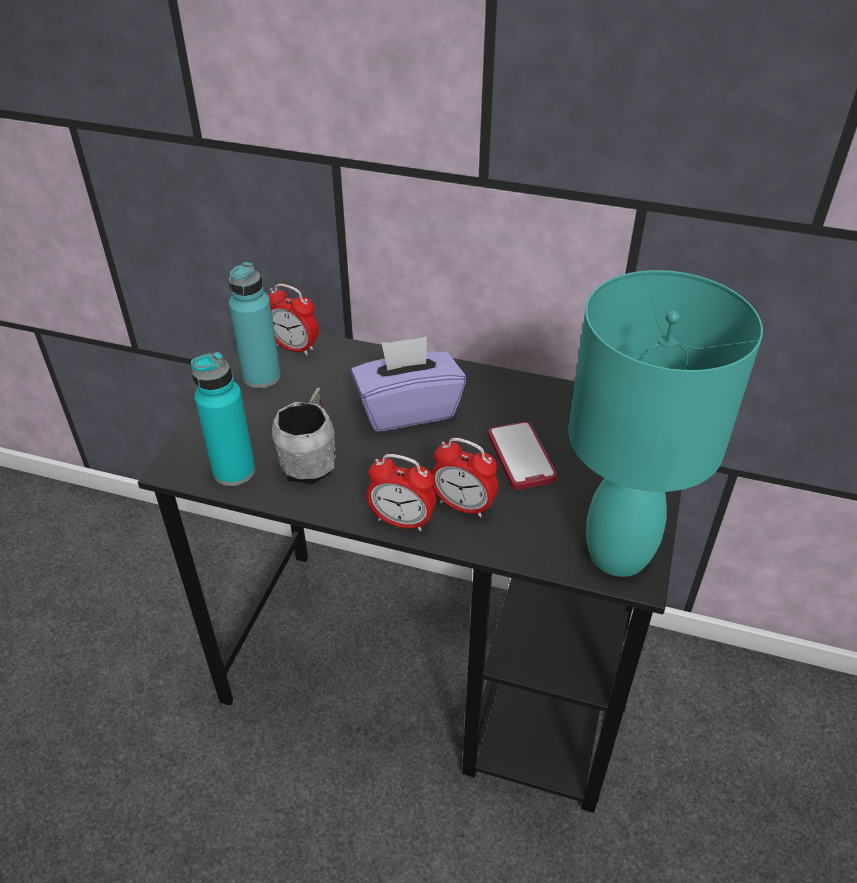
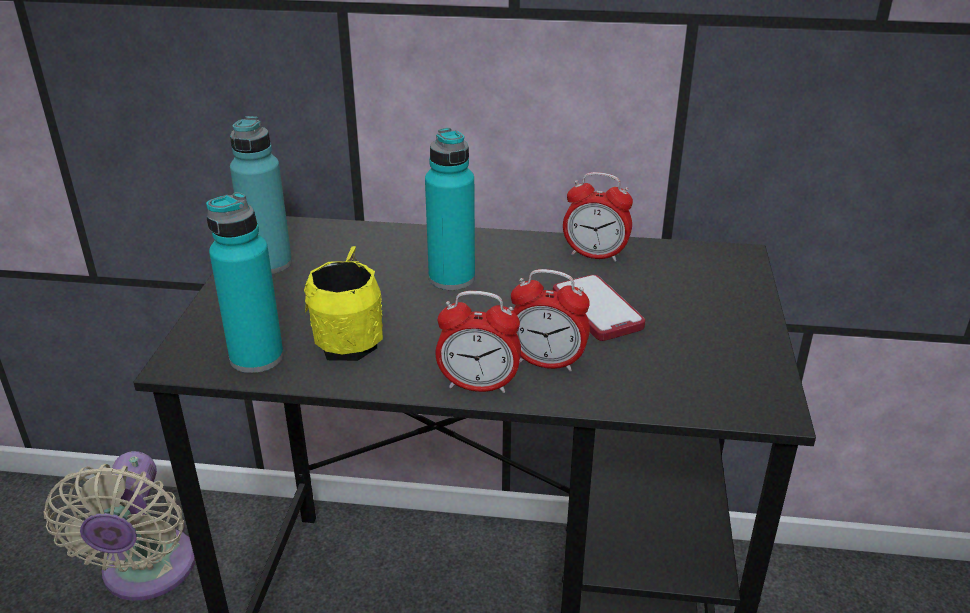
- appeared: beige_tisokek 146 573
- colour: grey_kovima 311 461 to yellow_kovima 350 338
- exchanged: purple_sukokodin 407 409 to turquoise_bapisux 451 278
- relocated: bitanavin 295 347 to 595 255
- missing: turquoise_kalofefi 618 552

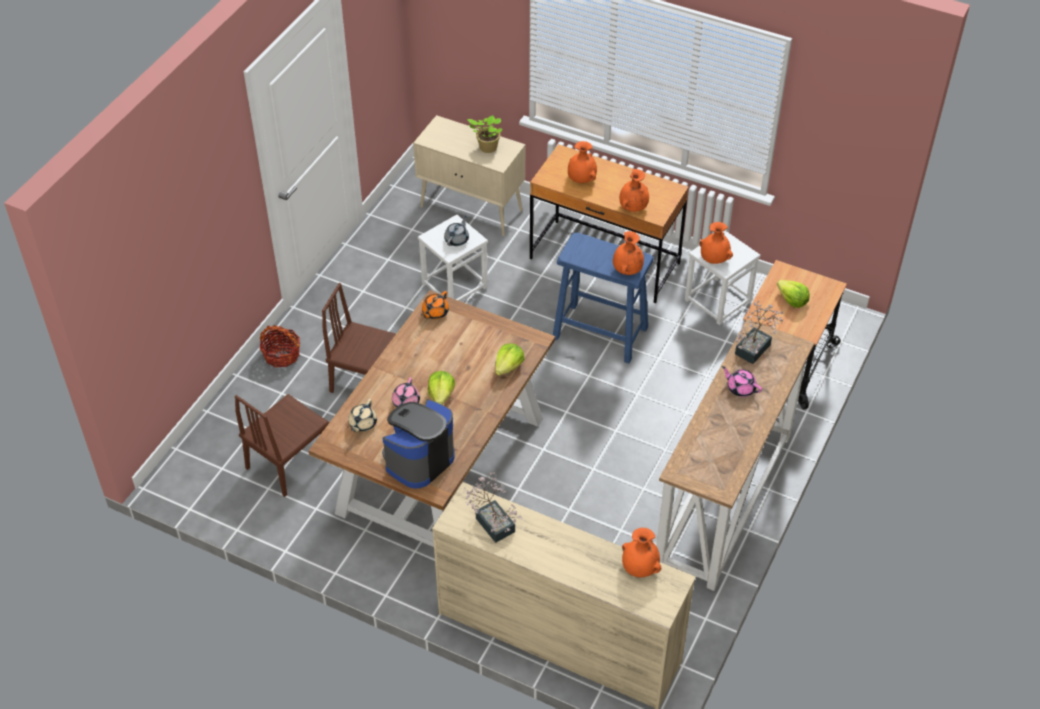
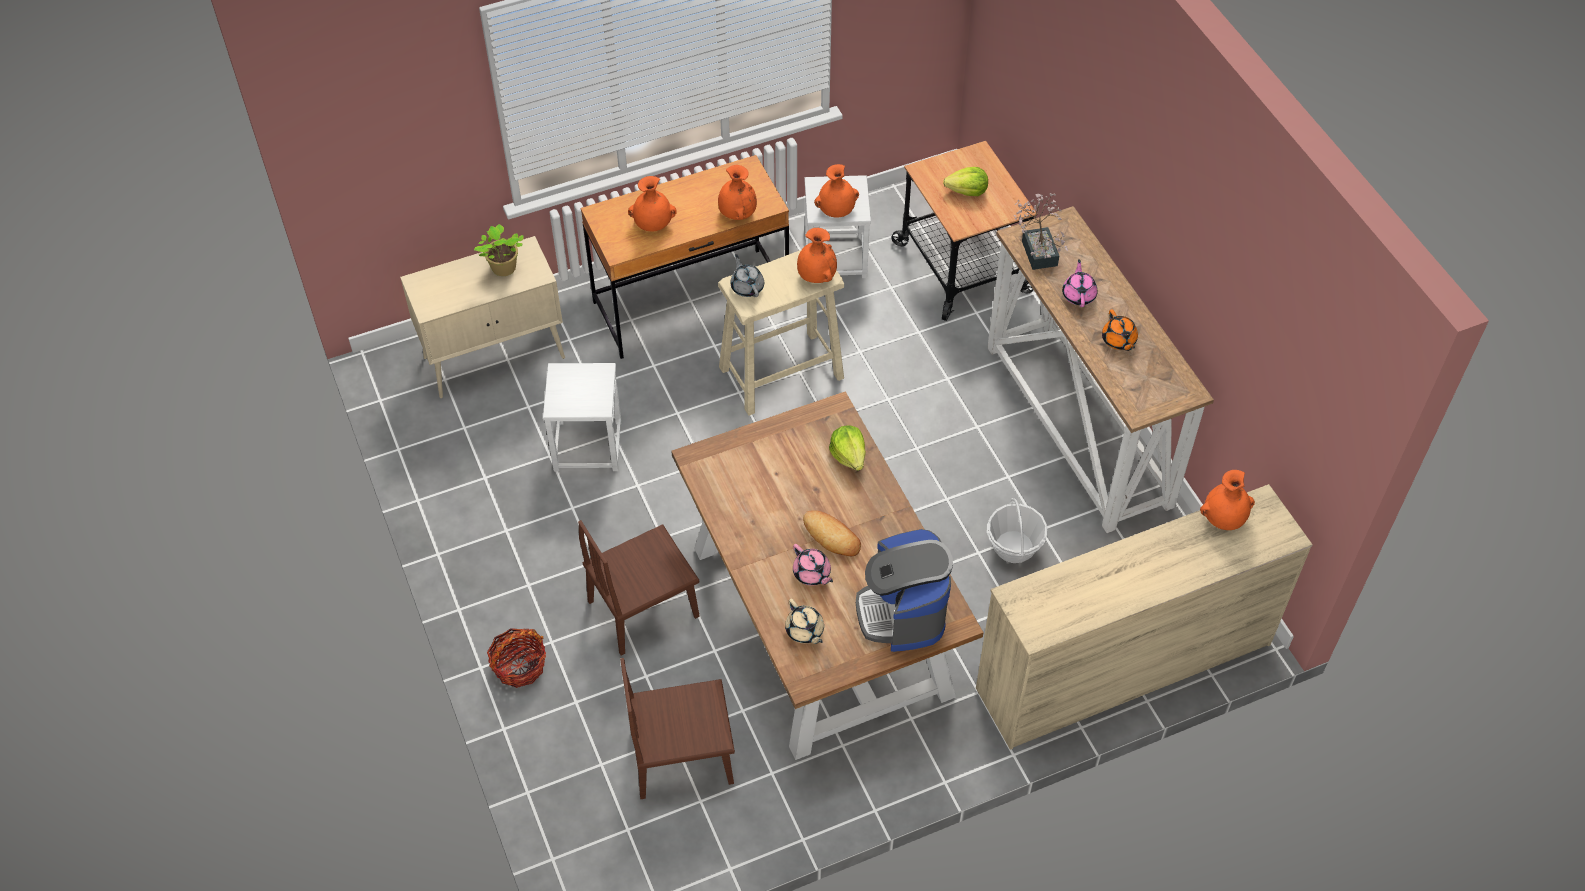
- spun: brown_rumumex 289 461 = 682 757 90 degrees clockwise
- colour: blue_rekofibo 599 332 to beige_rekofibo 780 373
- relocated: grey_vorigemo 457 239 to 747 287
- exchanged: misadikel 441 395 to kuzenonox 831 536
- appeared: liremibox 1014 547
- spun: pink_vorigemo 740 388 = 1078 295 105 degrees clockwise
- relocated: orange_vorigemo 435 312 to 1118 340
- missing: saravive 493 521

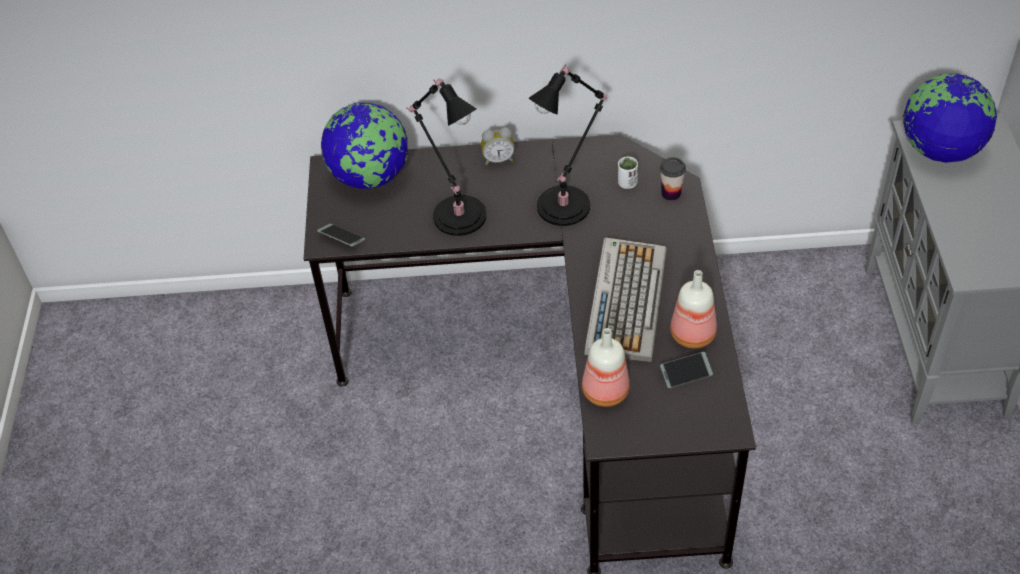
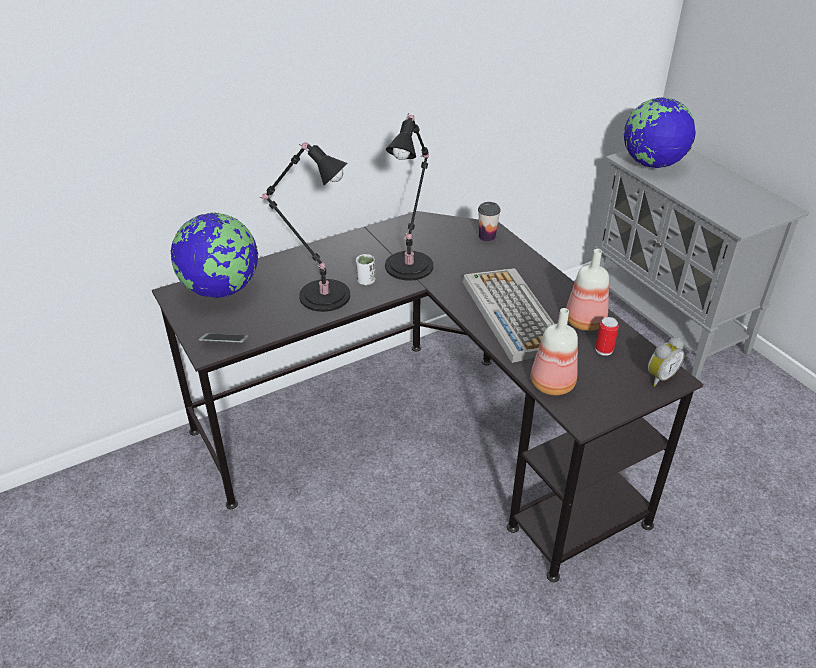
- relocated: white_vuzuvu 627 183 to 366 281
- exchanged: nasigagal 686 373 to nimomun 604 349
- relocated: bitanavin 498 159 to 659 377

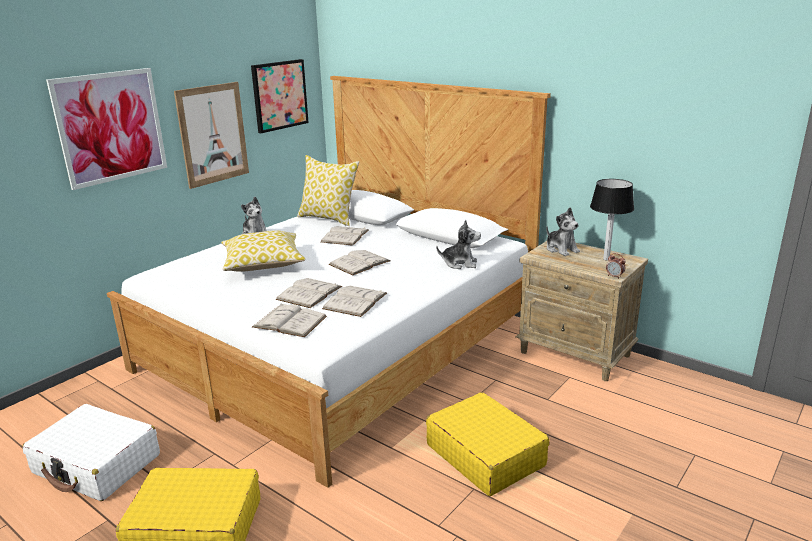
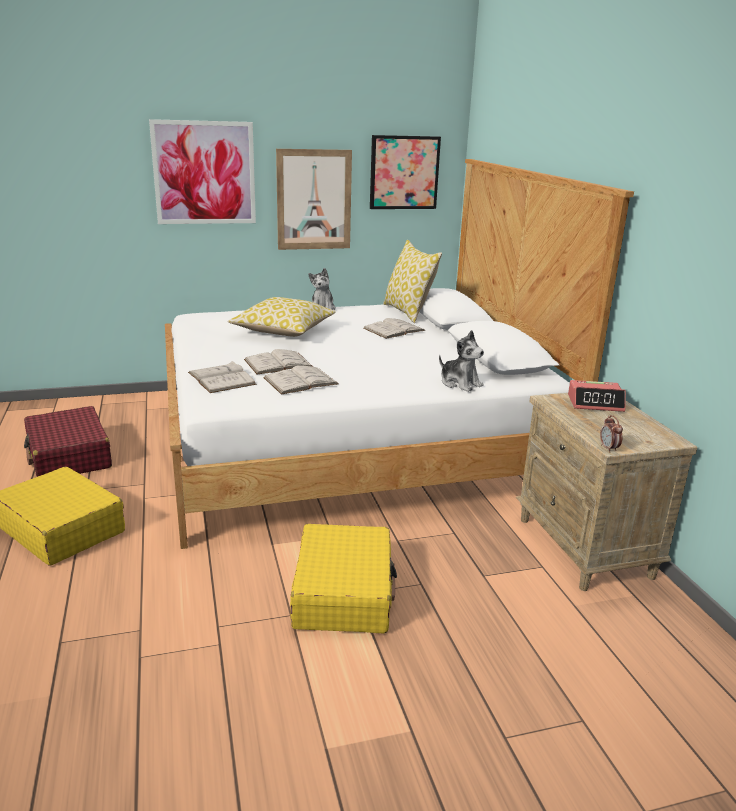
- colour: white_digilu 97 464 to red_digilu 69 456
- exchanged: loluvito 561 249 to bitanavin 595 403
- missing: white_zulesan 360 263
- missing: kalofefi 606 259

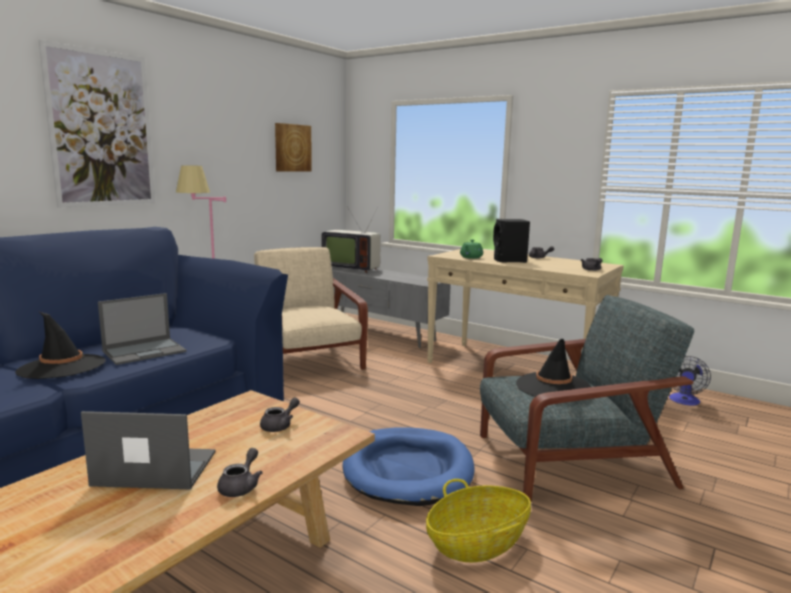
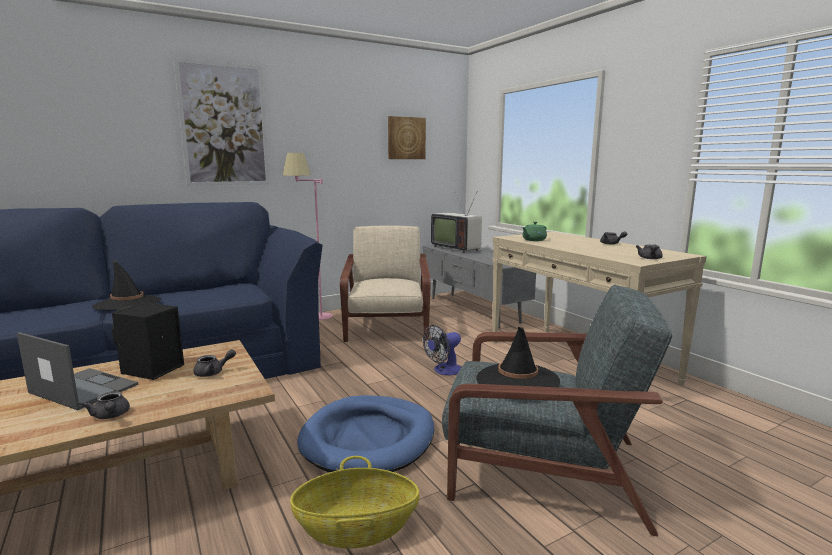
- spun: grey_vorigemo 241 486 = 111 416 105 degrees clockwise
- relocated: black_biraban 509 260 to 151 370
- relocated: tisokek 684 401 to 444 371
- missing: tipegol 145 351

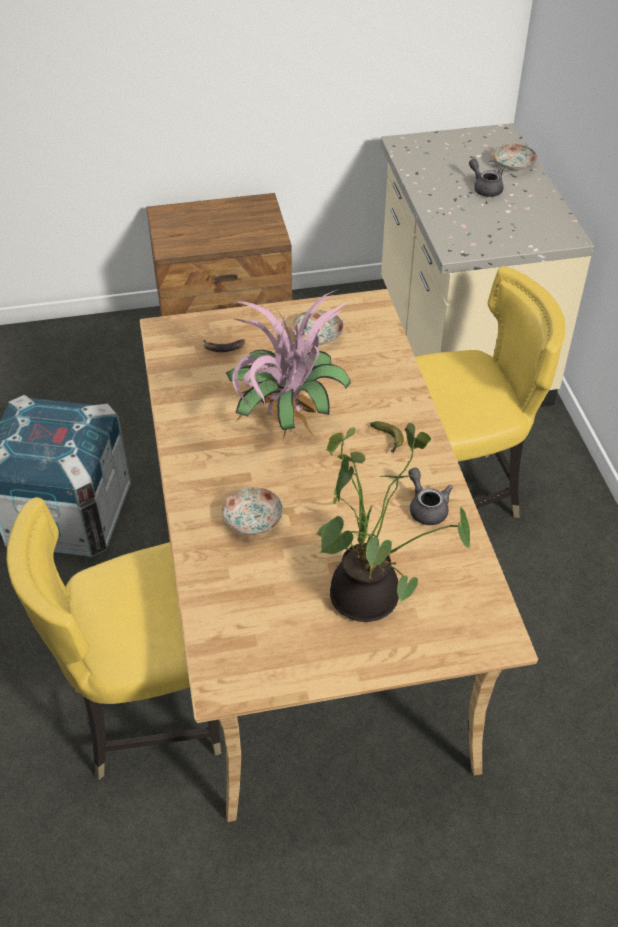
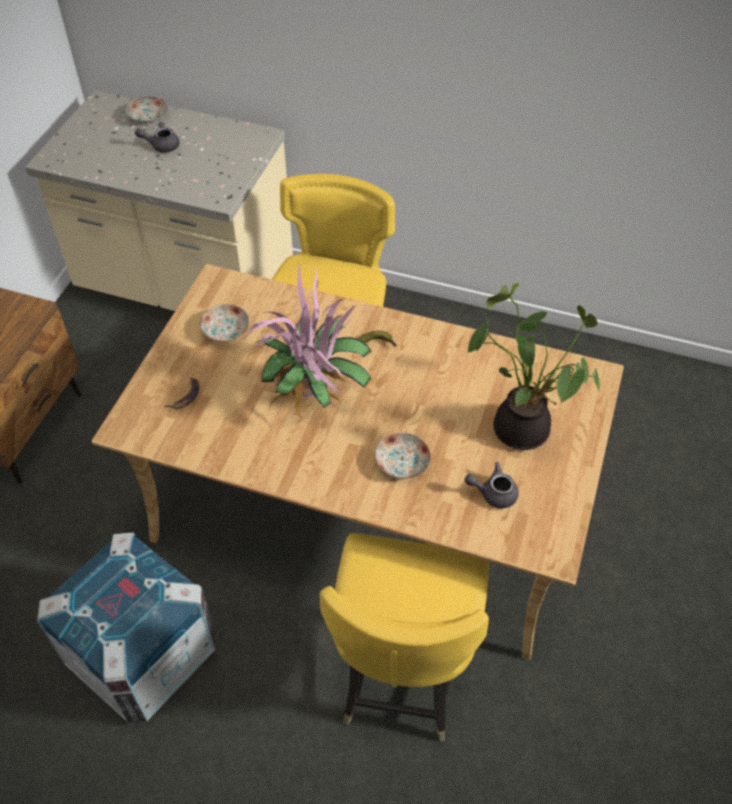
- relocated: grey_vorigemo 426 507 to 493 493

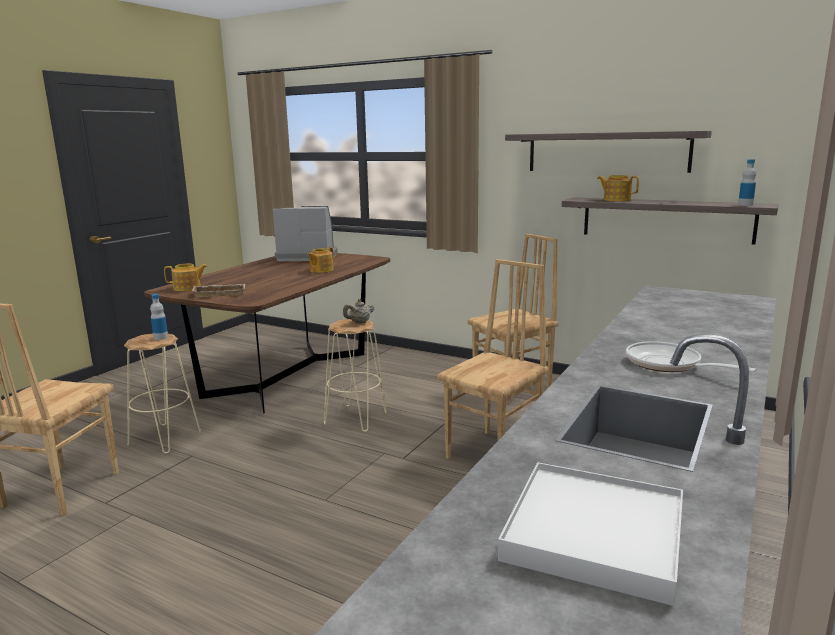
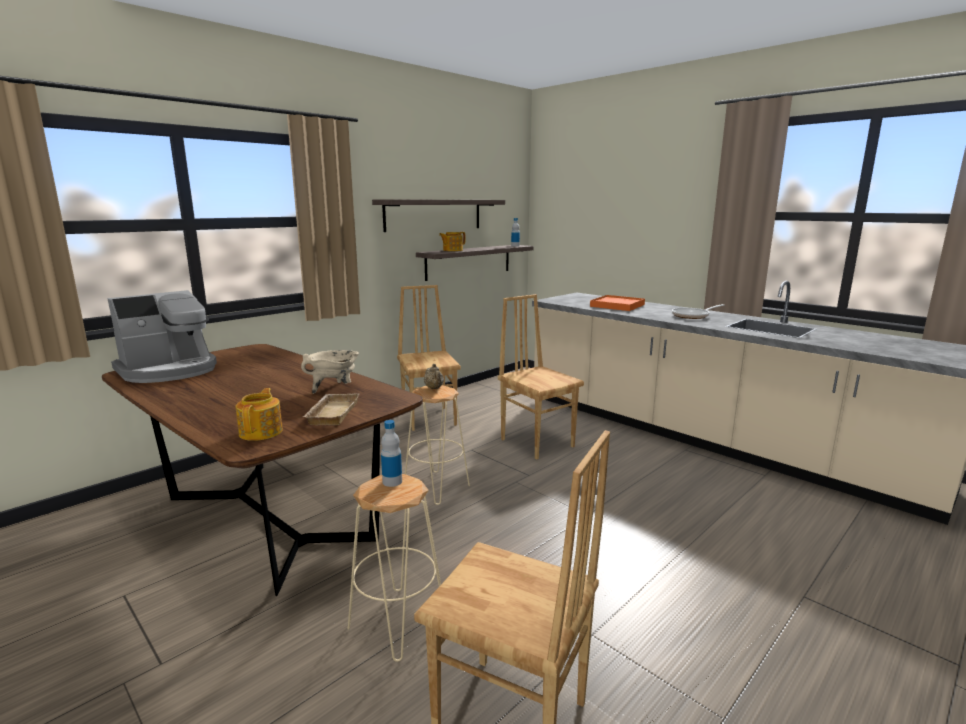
- spun: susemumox 307 256 = 169 370 150 degrees counterclockwise
- appeared: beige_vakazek 334 389
- appeared: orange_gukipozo 617 305
- missing: vorigemo 321 270
- missing: white_gukipozo 594 533

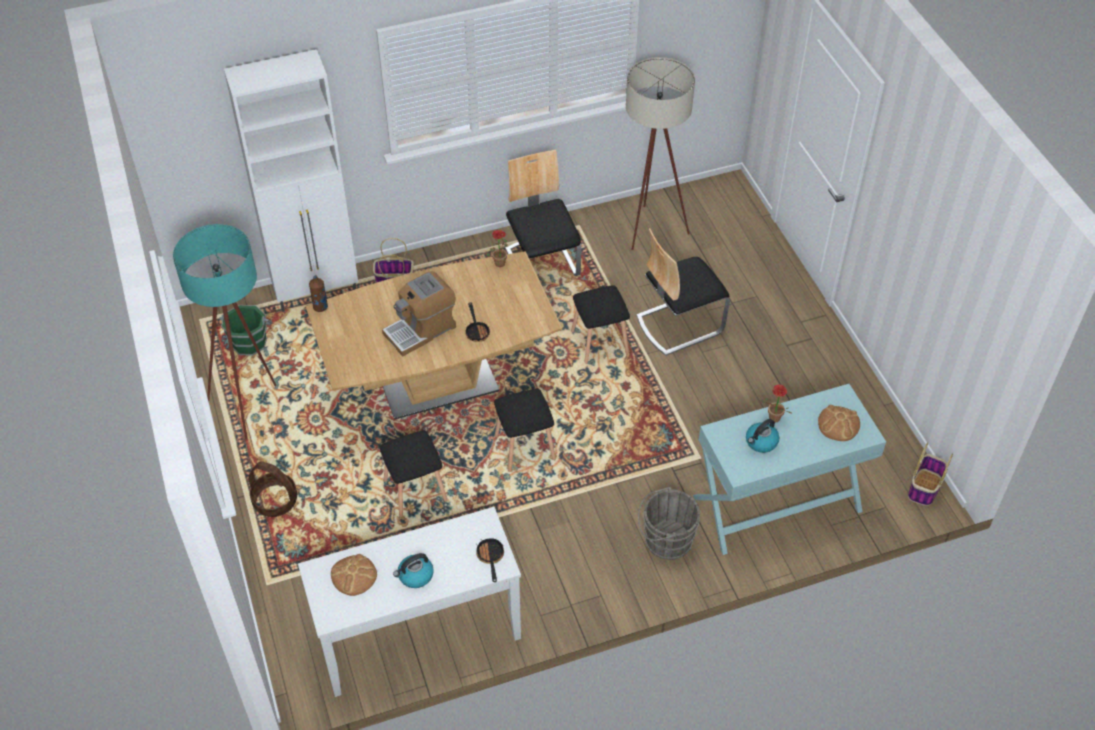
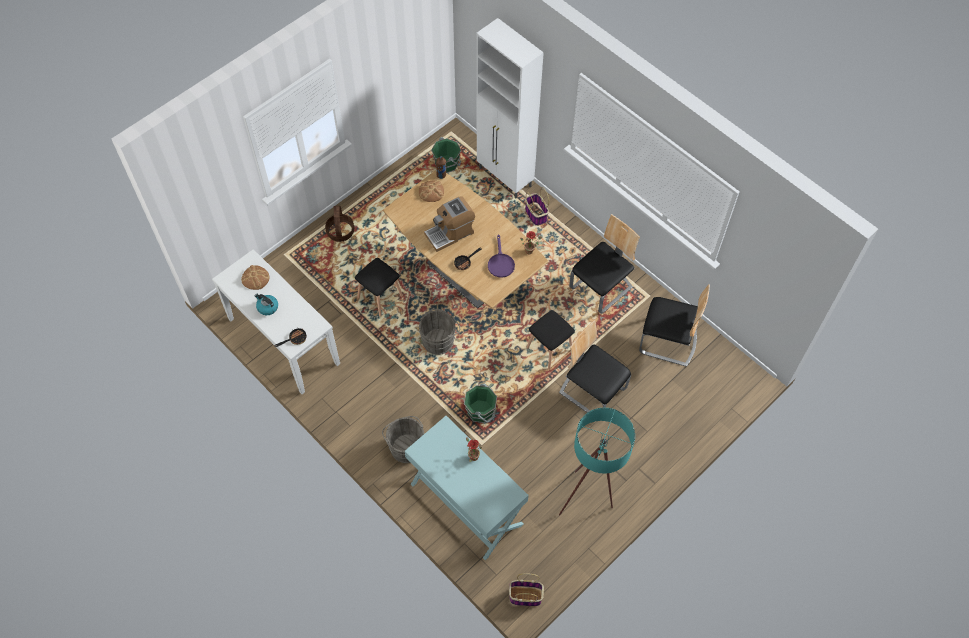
- relocated: kuzenonox 838 424 to 431 192
- exchanged: black_rekofibo 524 448 to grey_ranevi 439 340
- spun: susemumox 421 330 = 450 233 60 degrees counterclockwise
- appeared: green_ranevi 481 411
- appeared: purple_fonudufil 500 263
- relocated: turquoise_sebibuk 250 404 to 588 500
- exchanged: beige_sebibuk 649 234 to rumumex 668 342
- missing: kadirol 761 442

